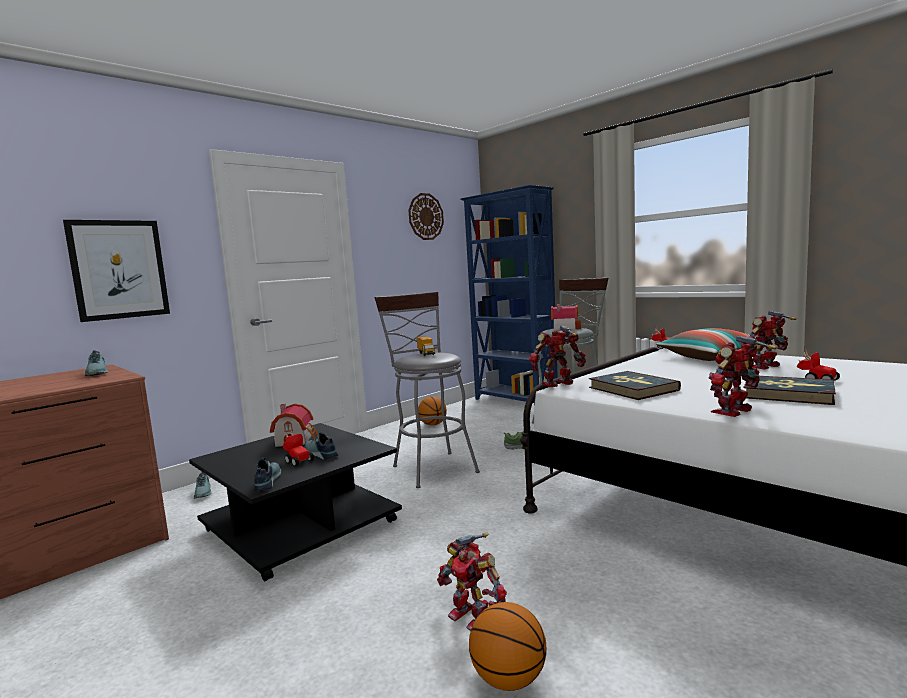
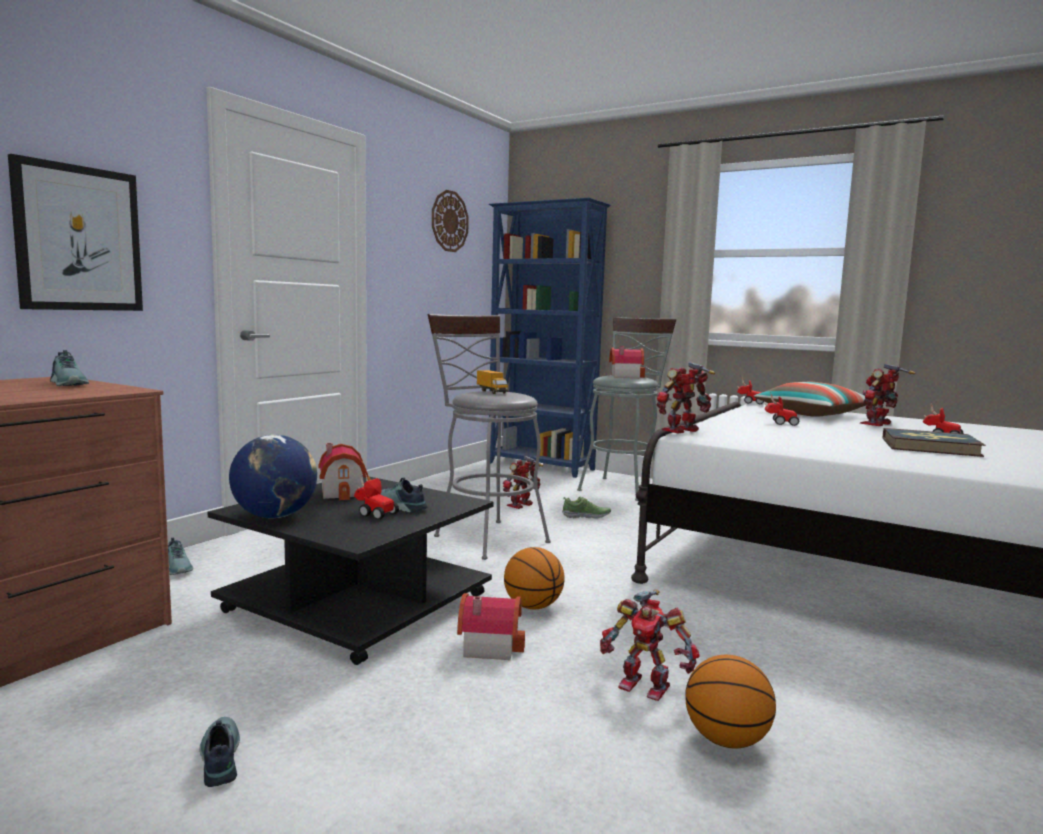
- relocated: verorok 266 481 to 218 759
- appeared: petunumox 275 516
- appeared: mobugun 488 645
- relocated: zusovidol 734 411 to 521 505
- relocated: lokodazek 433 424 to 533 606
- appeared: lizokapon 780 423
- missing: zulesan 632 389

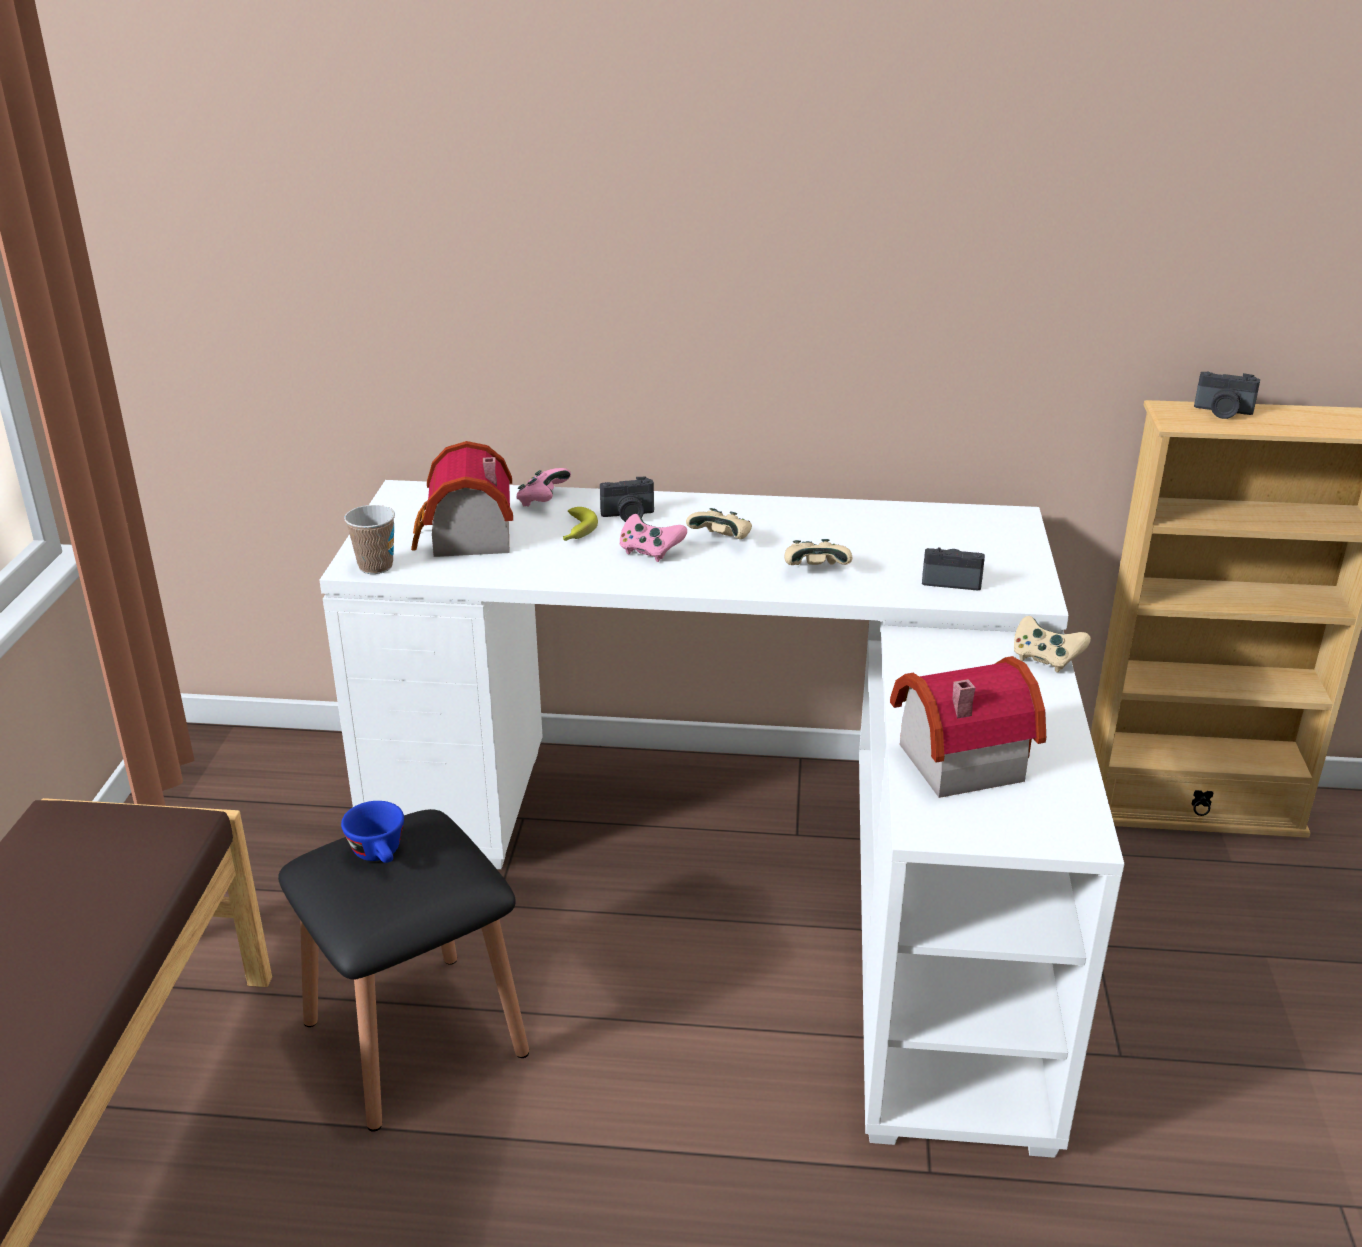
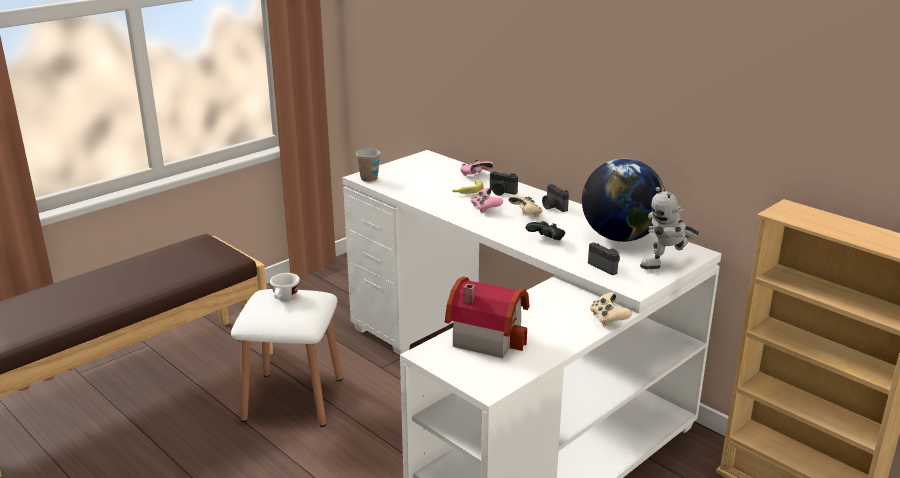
- colour: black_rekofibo 415 1037 to white_rekofibo 293 398
- colour: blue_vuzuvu 380 855 to white_vuzuvu 284 298
- colour: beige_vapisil 816 570 to black_vapisil 547 240
- relocated: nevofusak 1222 412 to 553 207
- appeared: petunumox 620 237
- appeared: zusovidol 666 266
- missing: mobugun 465 539

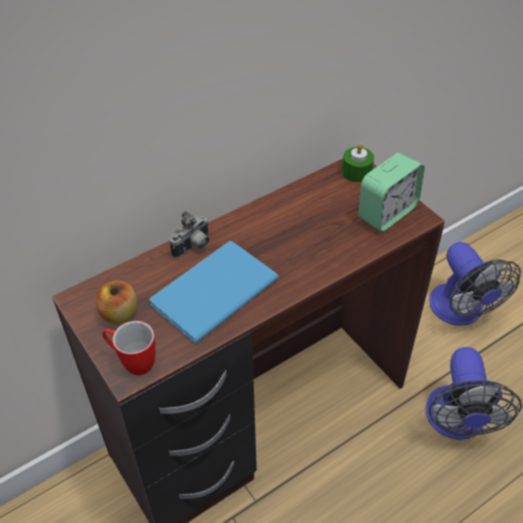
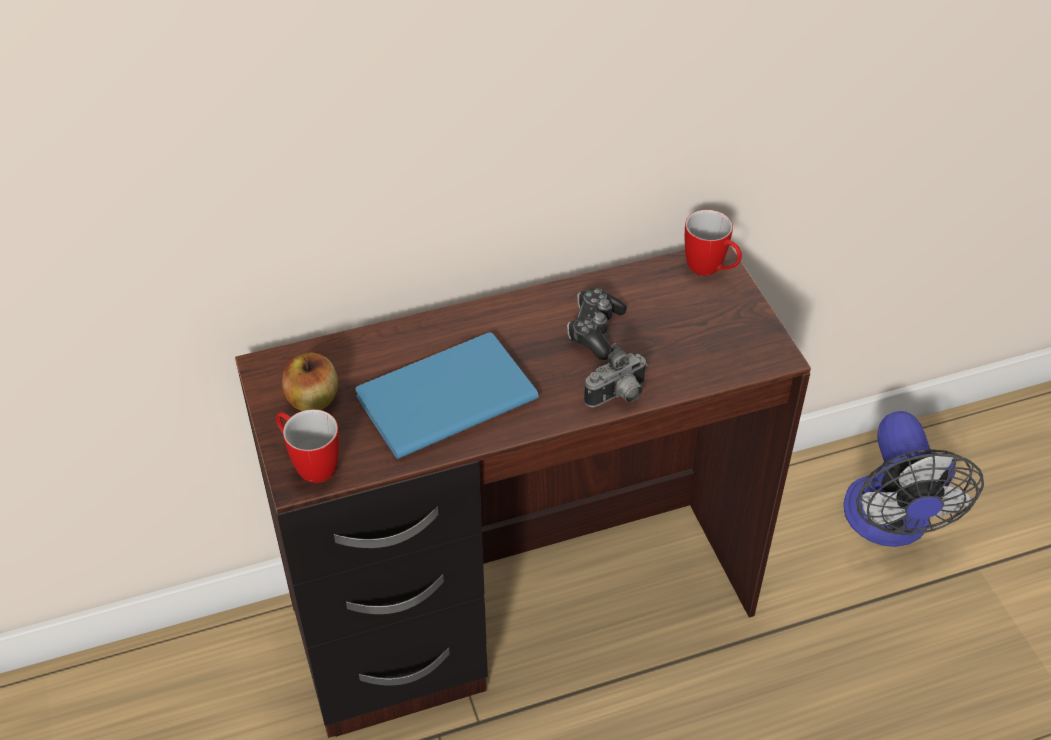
- appeared: vapisil 595 330
- relocated: nevofusak 193 247 to 618 396
- exchanged: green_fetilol 356 172 to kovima 711 270
- missing: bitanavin 387 213
- missing: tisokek 457 423

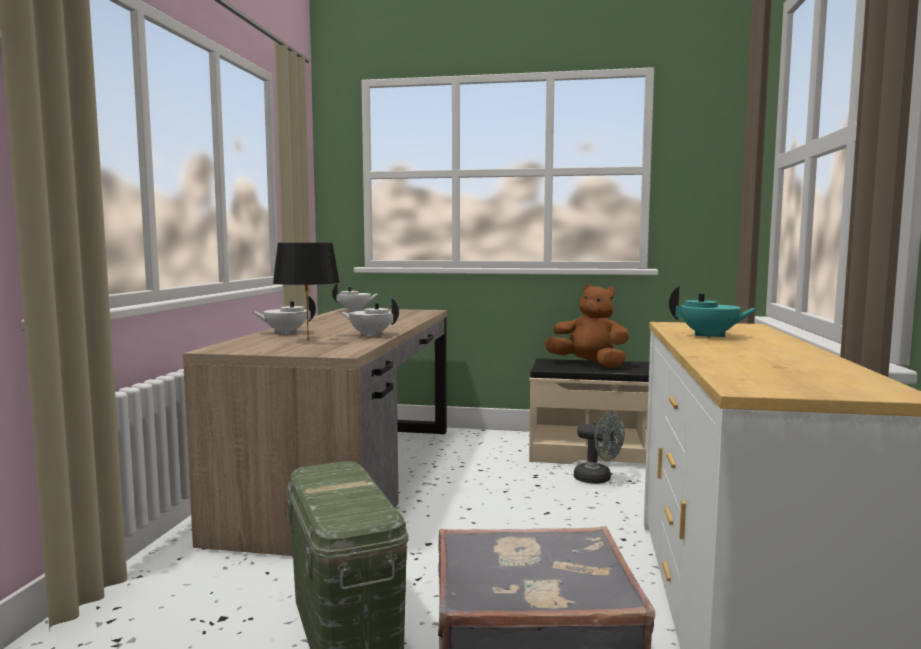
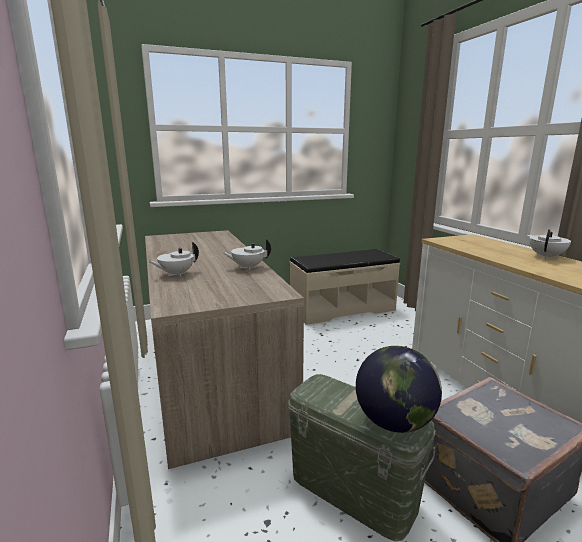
- appeared: petunumox 394 422
- relocated: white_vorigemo 355 310 to 546 256
- missing: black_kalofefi 307 341
- missing: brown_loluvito 589 364
- missing: grey_tisokek 598 479
- missing: turquoise_vorigemo 710 336

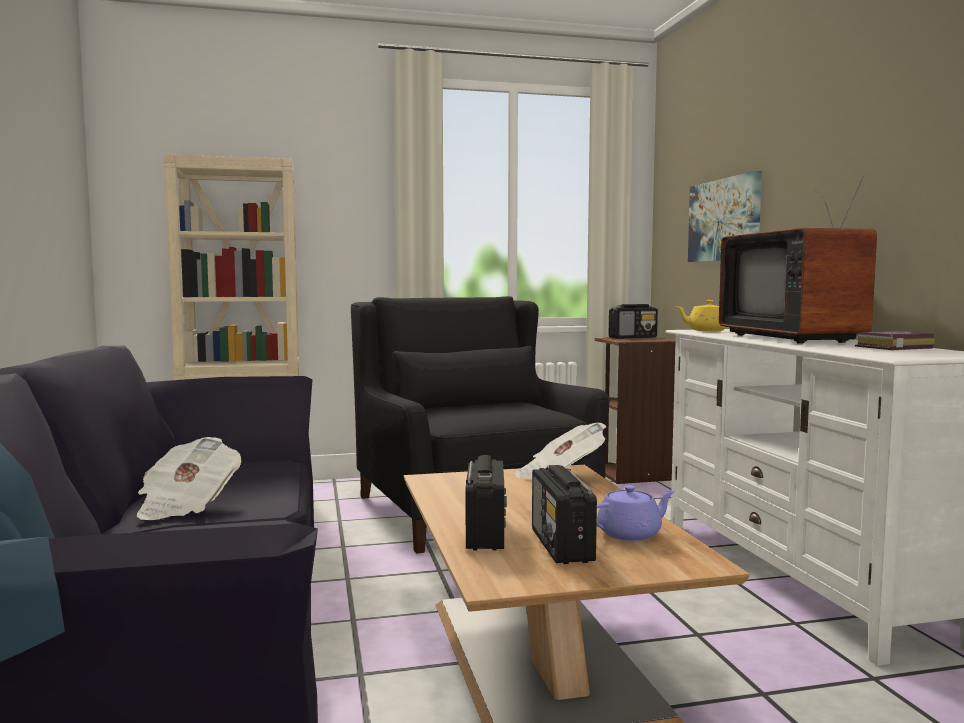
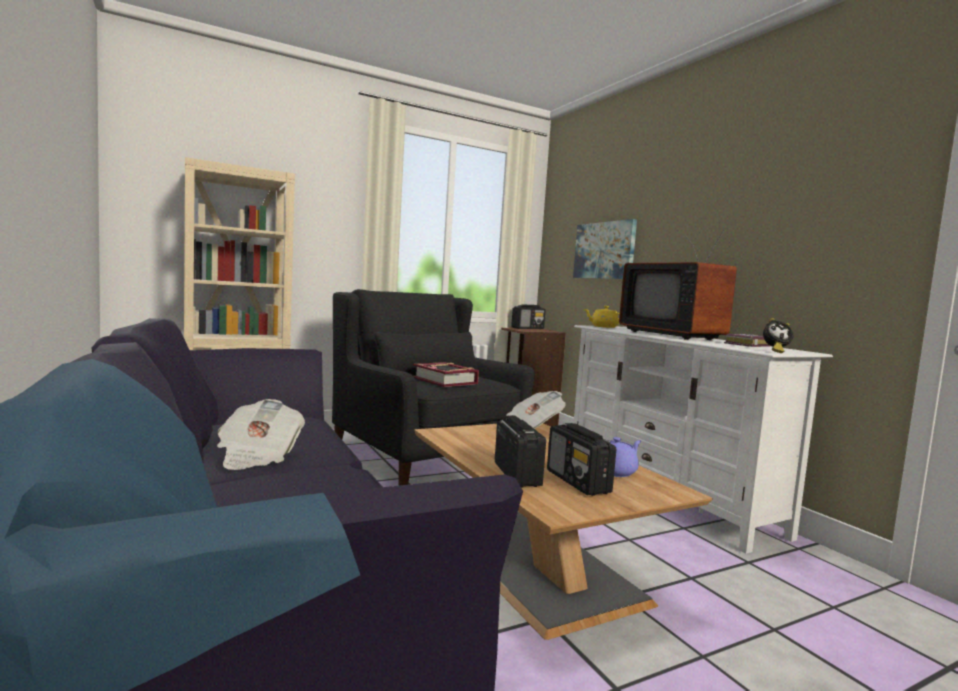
- appeared: zulesan 445 381
- appeared: bitanavin 775 351

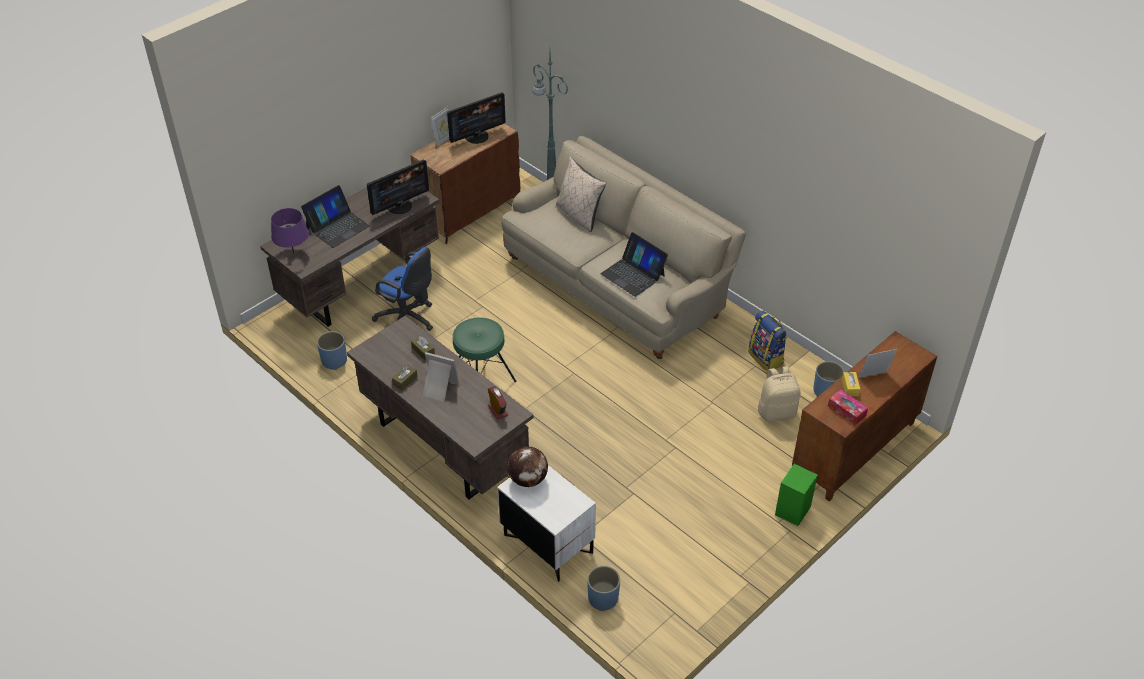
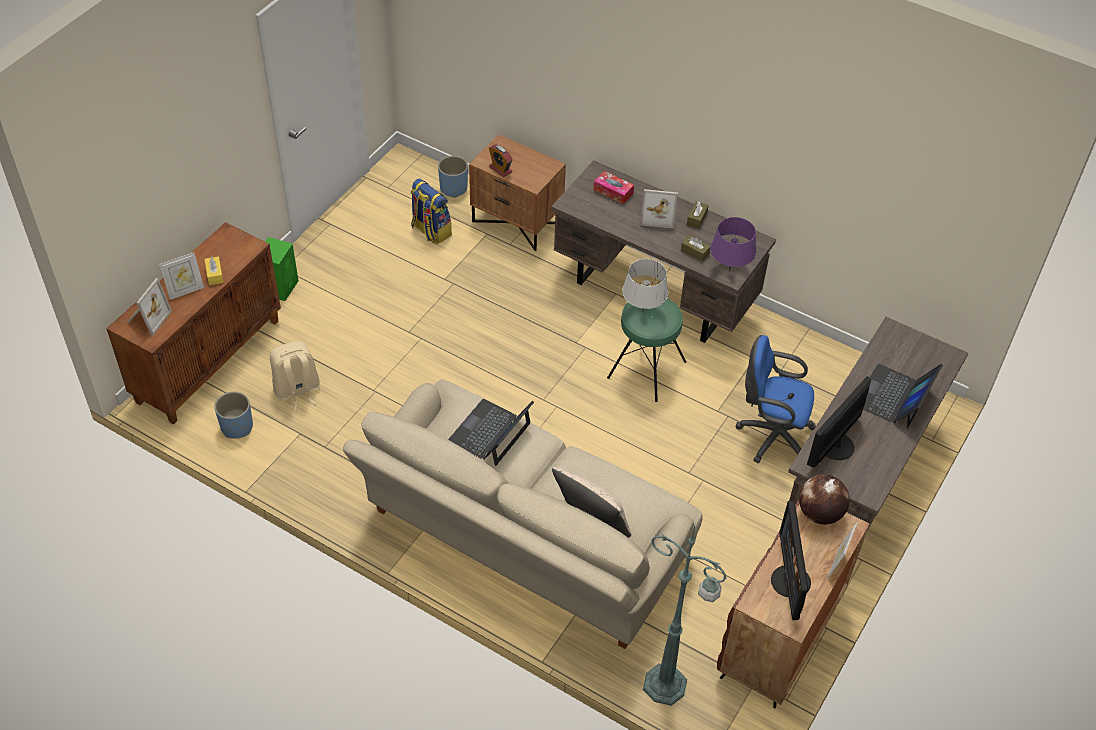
- appeared: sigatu 147 318
- relocated: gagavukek 766 358 to 430 231
- spun: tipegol 633 274 = 490 433 90 degrees counterclockwise
- colour: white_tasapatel 547 544 to brown_tasapatel 517 222
- relocated: bitanavin 498 410 to 500 169
- relocated: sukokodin 846 411 to 613 191
- appeared: grey_kalofefi 643 312
- relocated: purple_kalofefi 293 253 to 729 271
- spun: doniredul 477 136 = 790 581 45 degrees counterclockwise
- relocated: petunumox 528 479 to 819 513
- missing: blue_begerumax 334 361

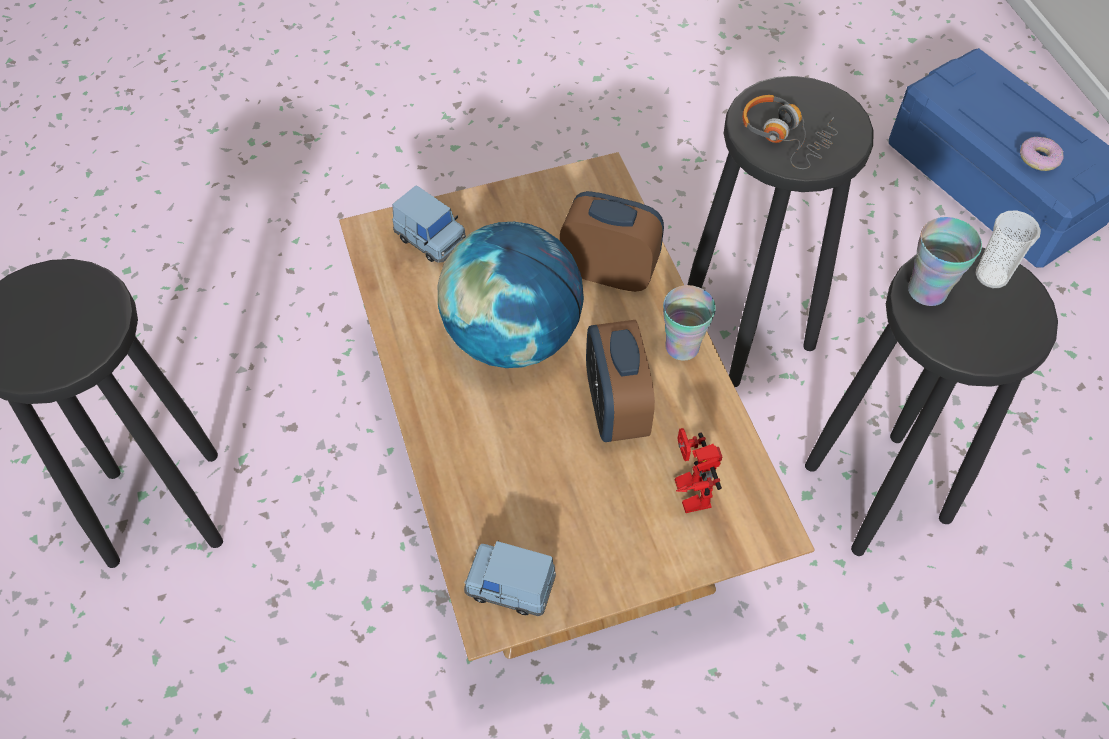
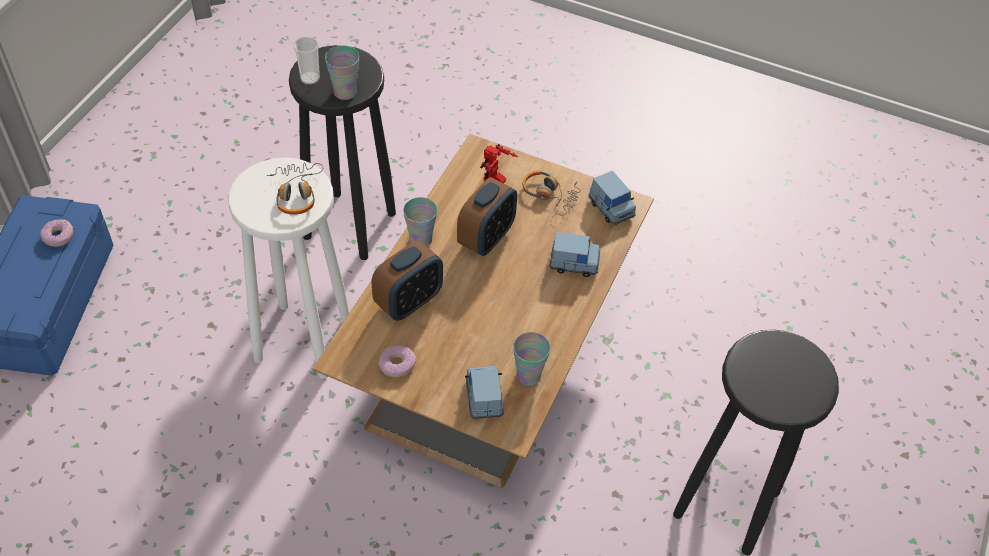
- colour: black_rekofibo 747 332 to white_rekofibo 303 338
- spun: bitanavin 609 271 = 409 302 105 degrees counterclockwise
- appeared: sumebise 397 364
- appeared: vuzuvu 528 375
- appeared: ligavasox 549 195
- appeared: blue_lizokapon 574 263
- missing: petunumox 512 336

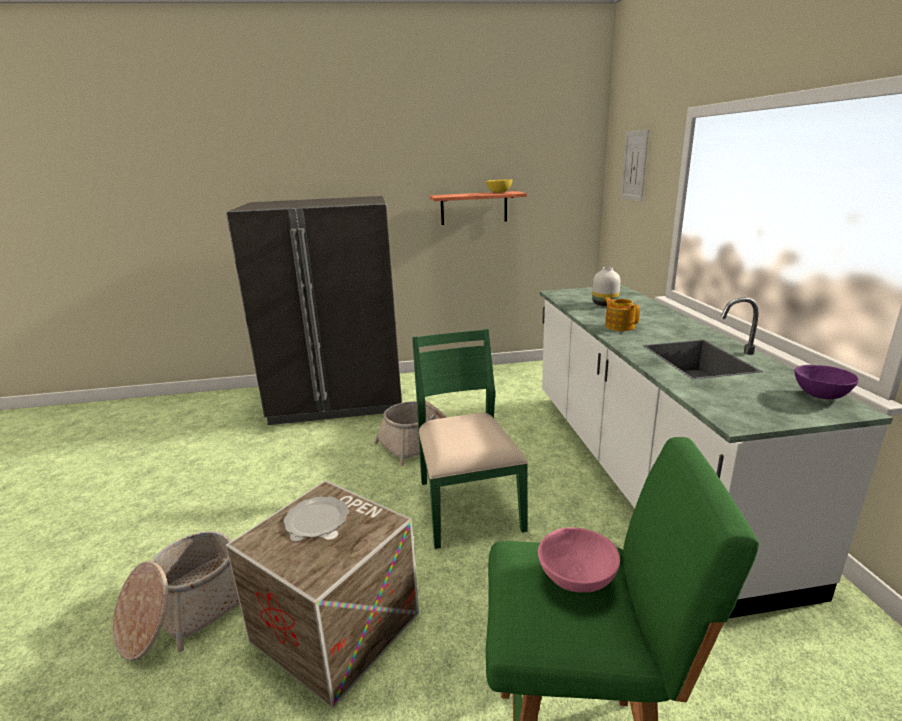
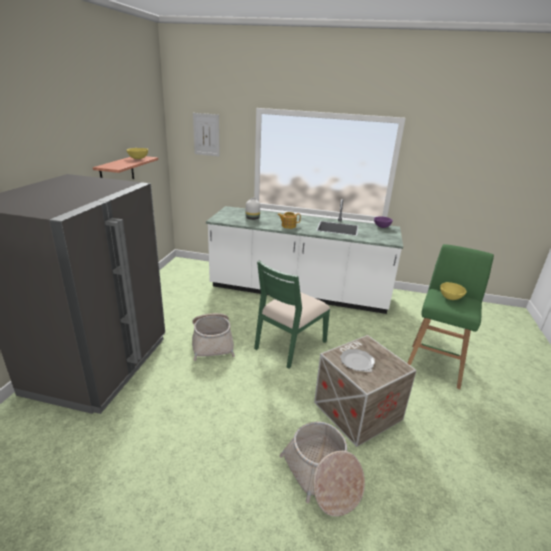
- spun: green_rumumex 467 504 = 289 344 60 degrees counterclockwise
- colour: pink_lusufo 577 581 to yellow_lusufo 450 298

